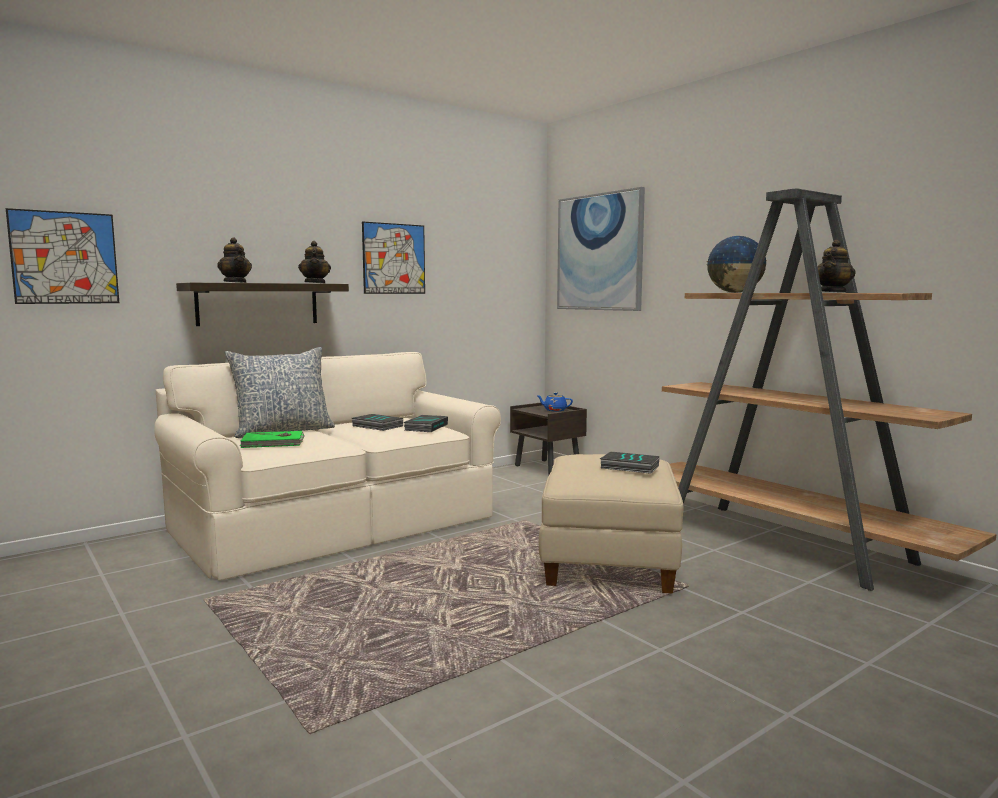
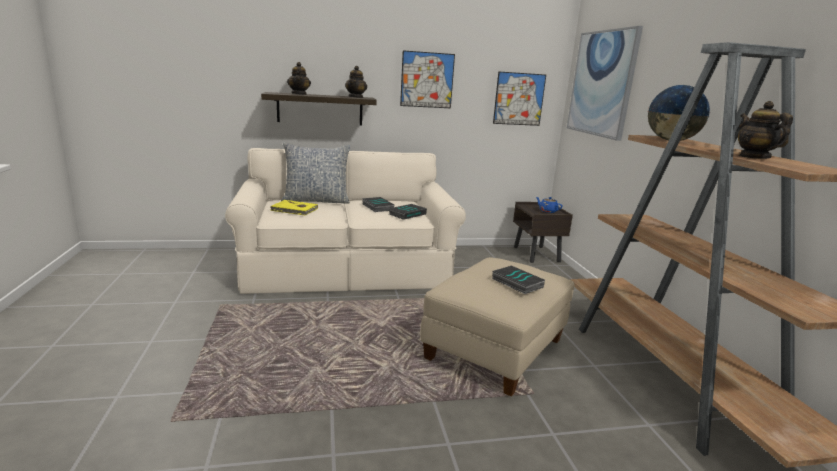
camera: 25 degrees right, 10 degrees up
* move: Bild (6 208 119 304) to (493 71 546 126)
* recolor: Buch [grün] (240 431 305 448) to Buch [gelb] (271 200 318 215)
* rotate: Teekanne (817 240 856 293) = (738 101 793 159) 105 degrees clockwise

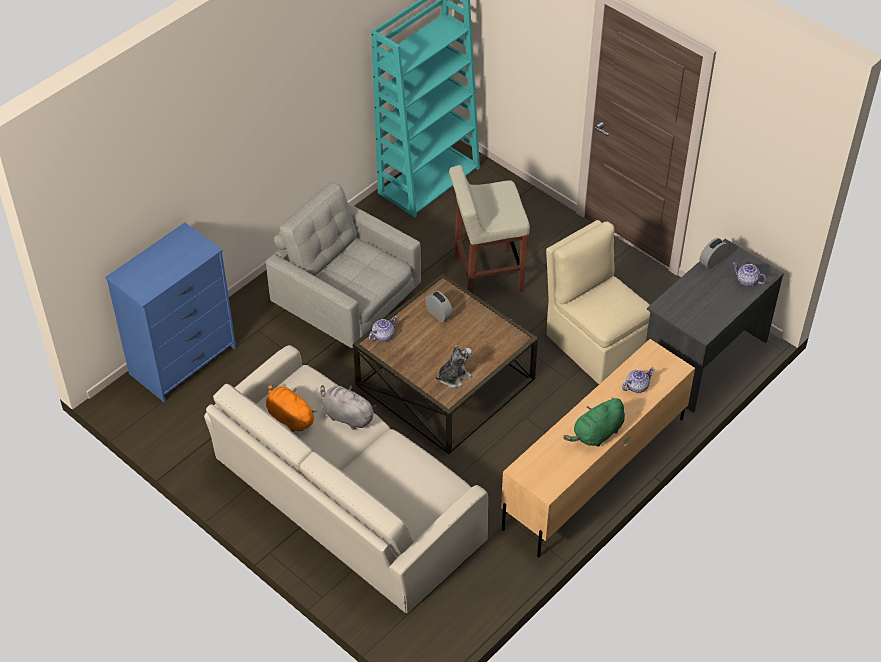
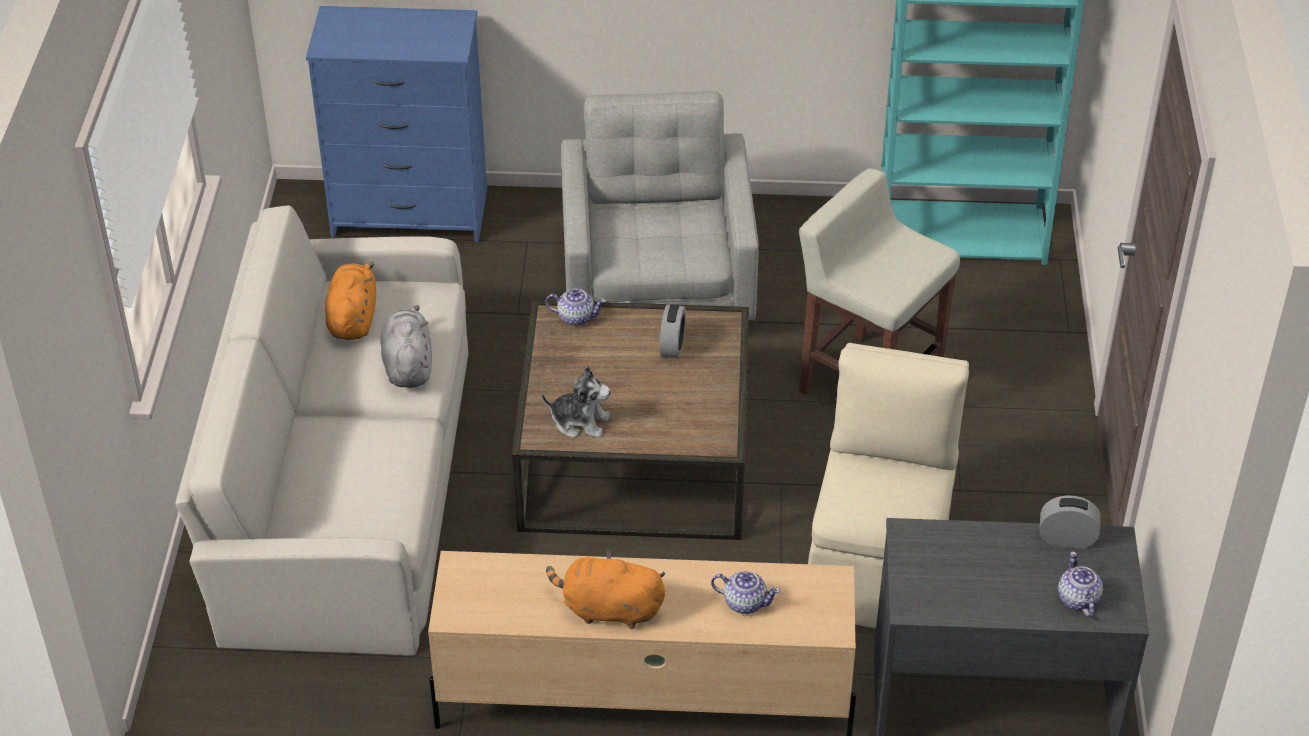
camera: 50 degrees right, 5 degrees down
* recolor: Plüschtier [grün] (563 398 625 447) to Plüschtier [orange] (546 550 665 629)

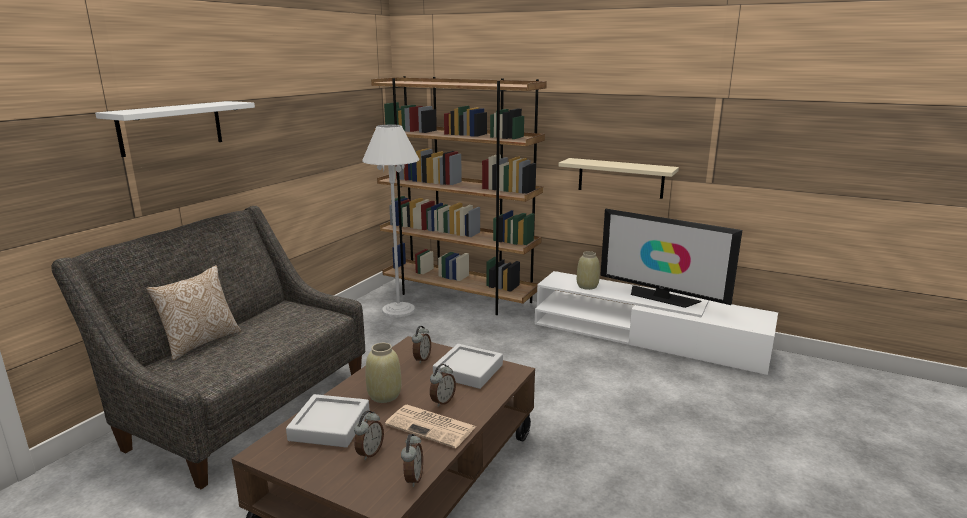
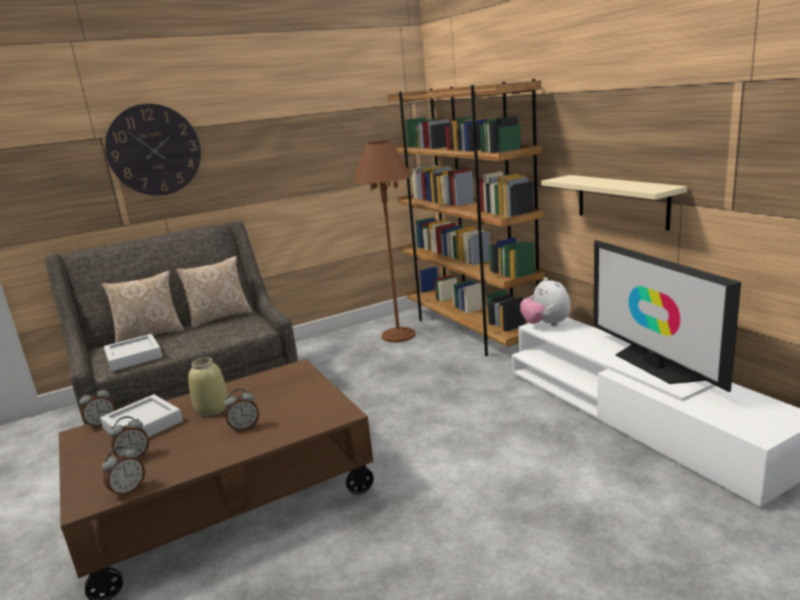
camera: 35 degrees right, 0 degrees up
* delete: Zeitung (385 405 476 448)
* delete: Vase [beige] (577 251 600 290)
* insert: Kissen (176 256 253 328)
* insert: Plüschtier (520 277 571 326)
* move: Wecker (412 326 431 364) to (79 387 115 429)
* move: Tablett [grau] (433 344 503 389) to (104 334 162 371)
* replace: Wandregal [weiß] (95 101 255 157) to Wanduhr (105 104 201 196)
* recolor: Stehlampe [weiß] (362 124 420 317) to Stehlampe [braun] (353 141 416 342)

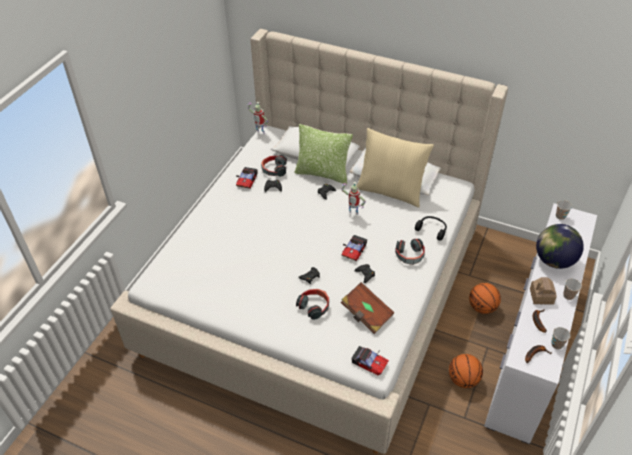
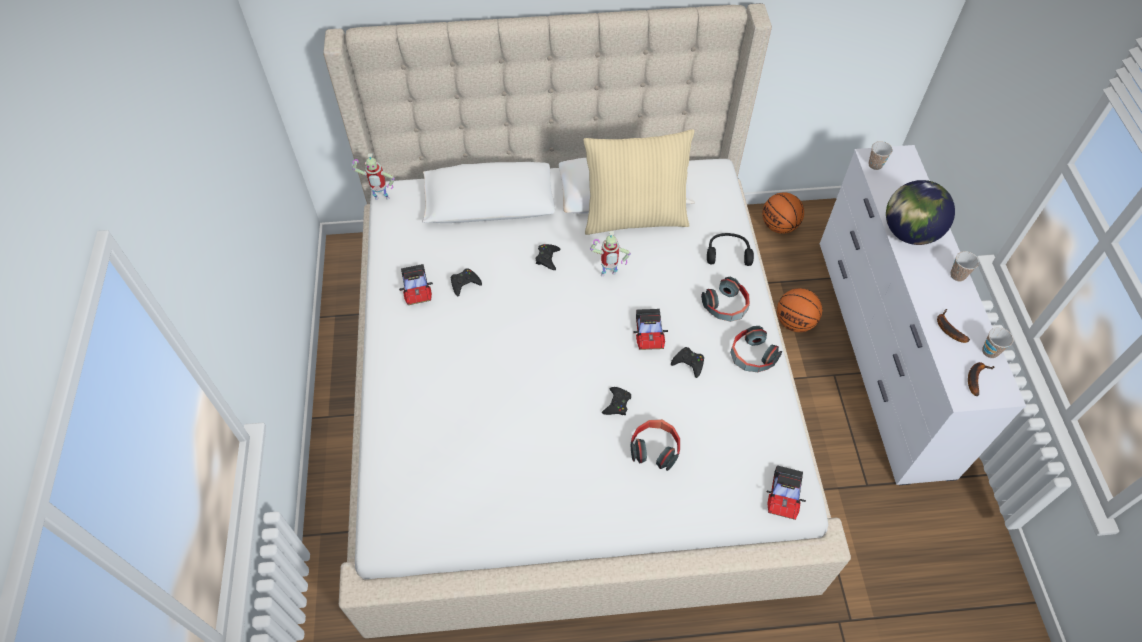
camera: 30 degrees left, 10 degrees up
* delete: Kissen (294 124 353 184)
* delete: Buch [braun] (341 282 395 334)
* delete: Spielzeughaus (530 277 556 304)
* move: Kopfhörer (261 155 287 177) to (730 326 782 372)
* move: Basketball (449 354 483 388) to (762 192 804 234)
* rotate: Spielzeugauto (351 346 389 375) = (767 465 806 520) 105 degrees clockwise

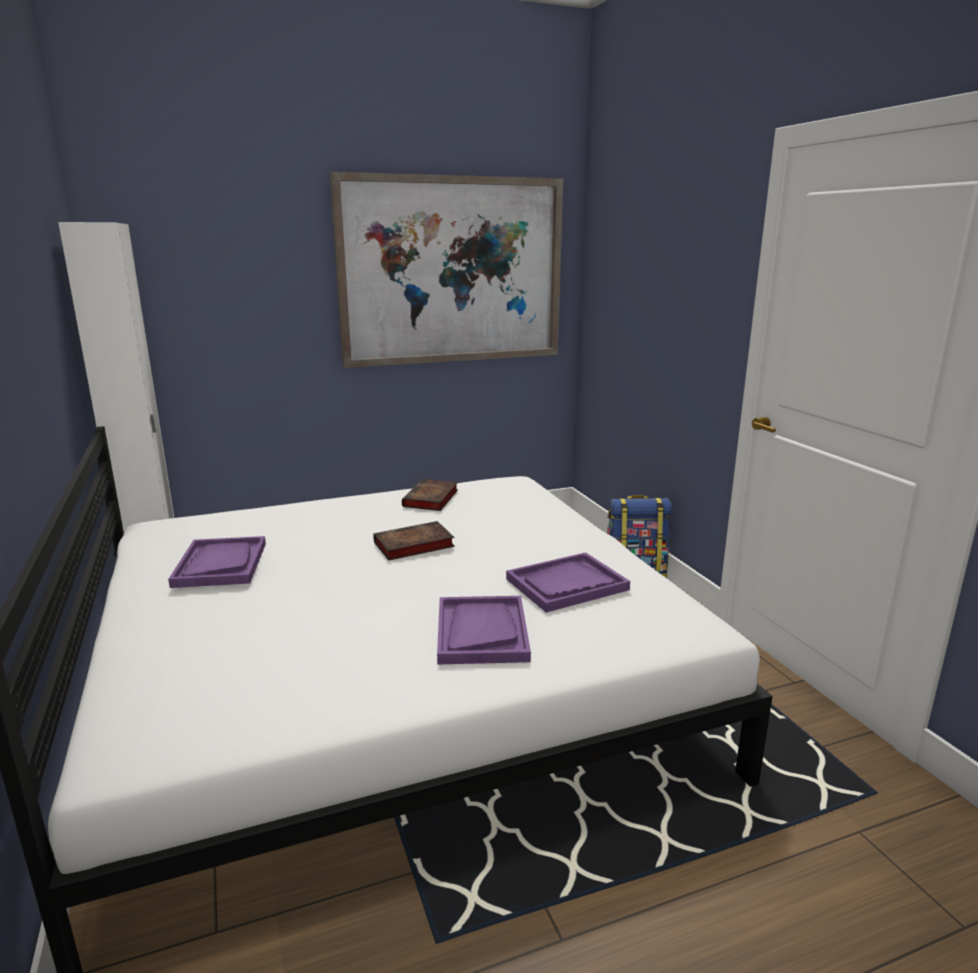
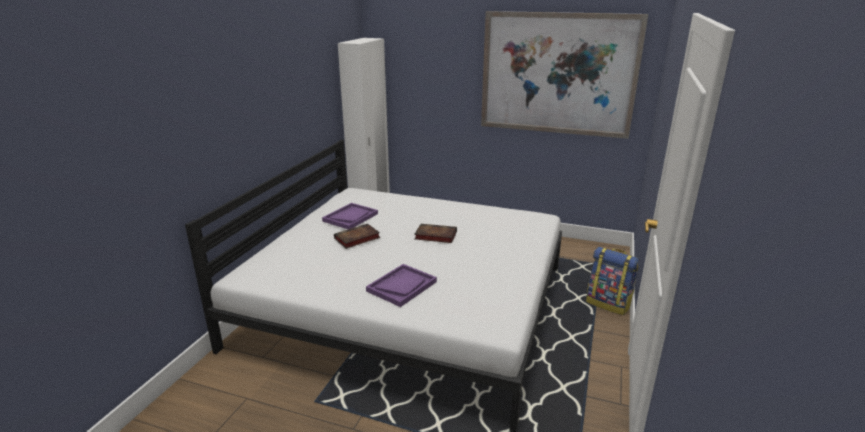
camera: 40 degrees right, 5 degrees up
* delete: Tablett [lila] (506 552 630 613)
* move: Buch (402 479 458 511) to (334 224 380 249)

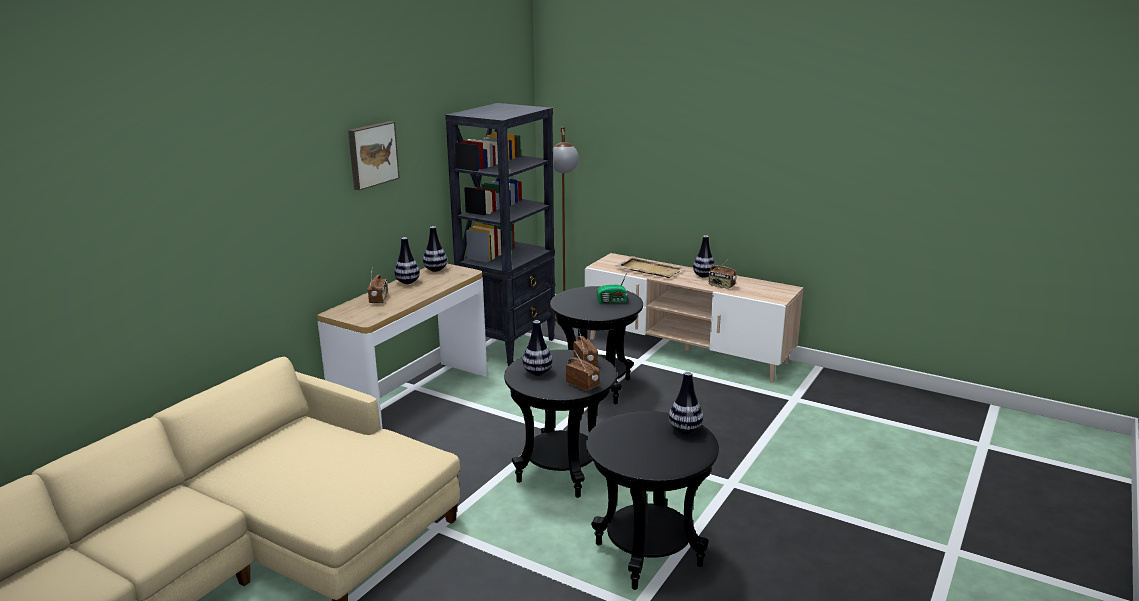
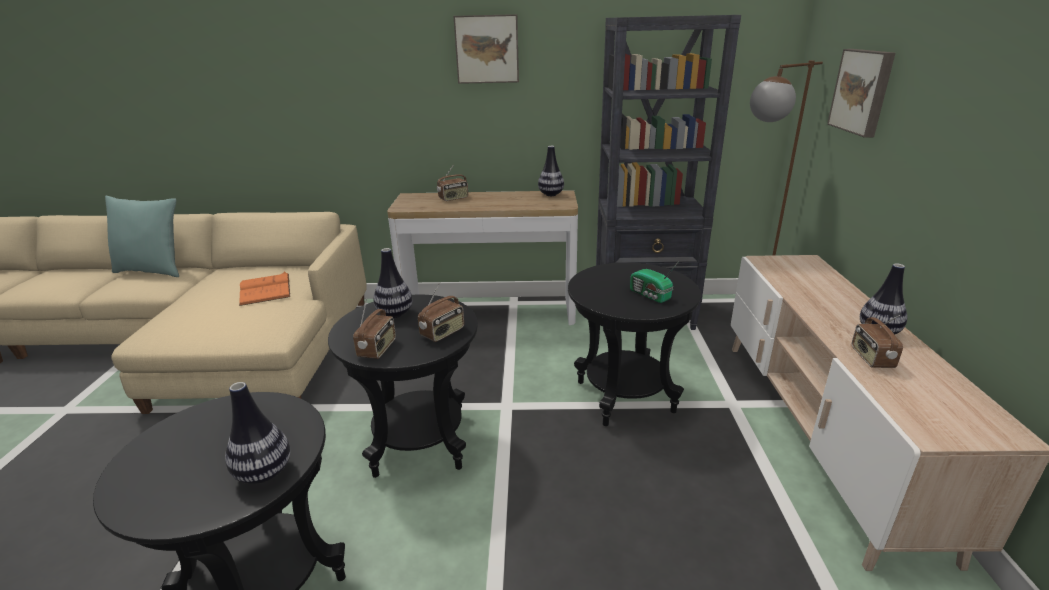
camera: 60 degrees right, 5 degrees up
* delete: Vase (394 237 420 284)
* delete: Tablett [beige] (615 256 686 278)
* insert: Kissen [türkis] (105 196 179 277)
* insert: Buch [orange] (239 271 290 306)
* insert: Bild (827 49 895 138)

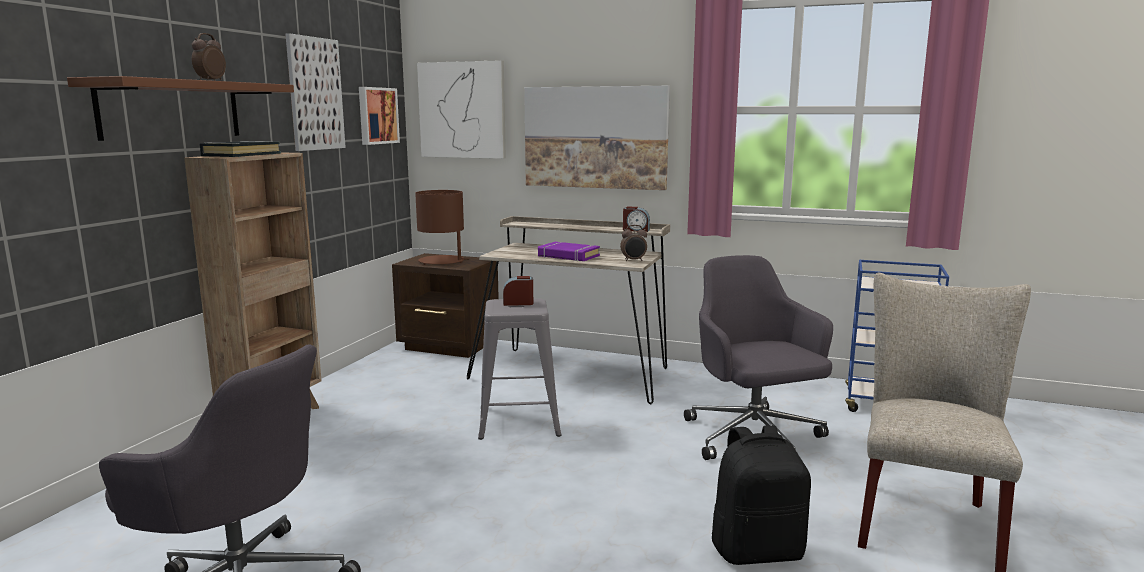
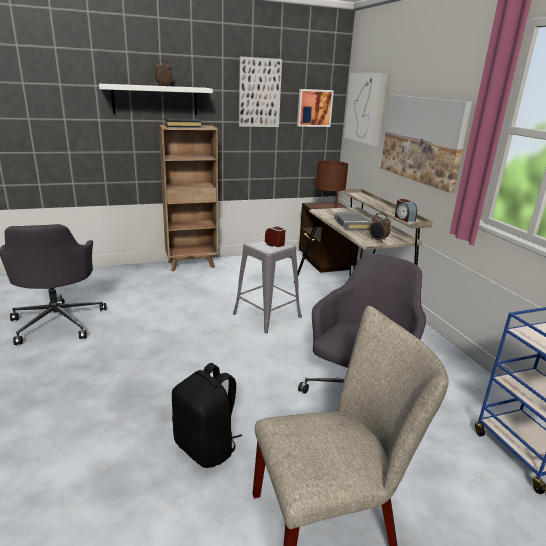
camera: 50 degrees right, 10 degrees up
* recolor: Wandregal [braun] (67 76 294 141) to Wandregal [weiß] (99 84 213 115)
* recolor: Buch [lila] (538 242 600 261) to Buch [grau] (335 212 371 231)

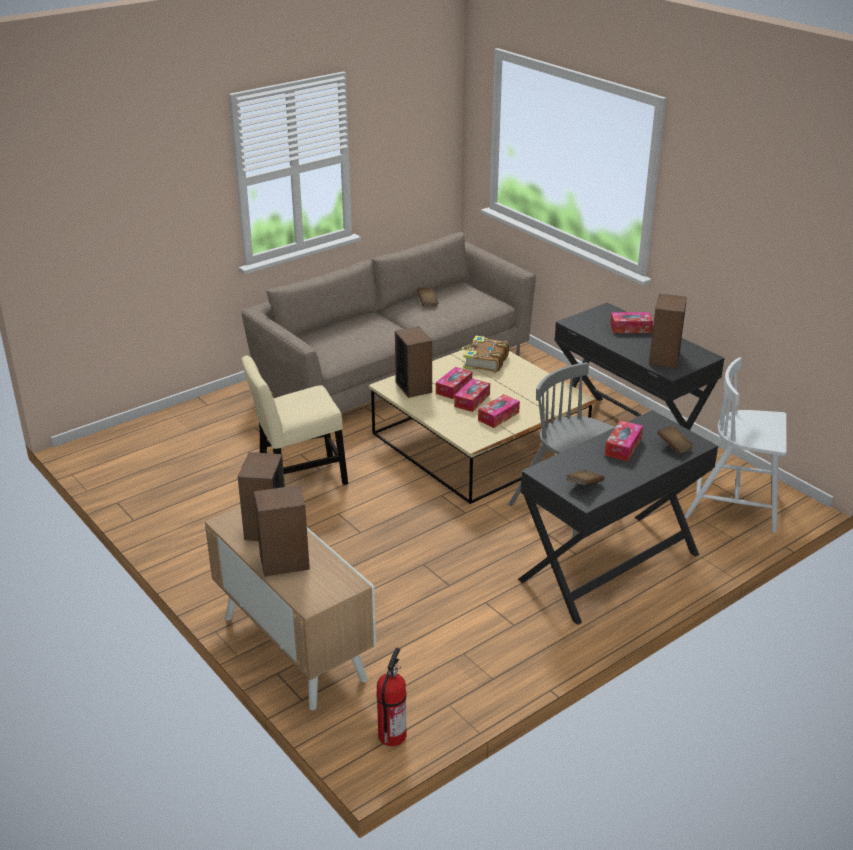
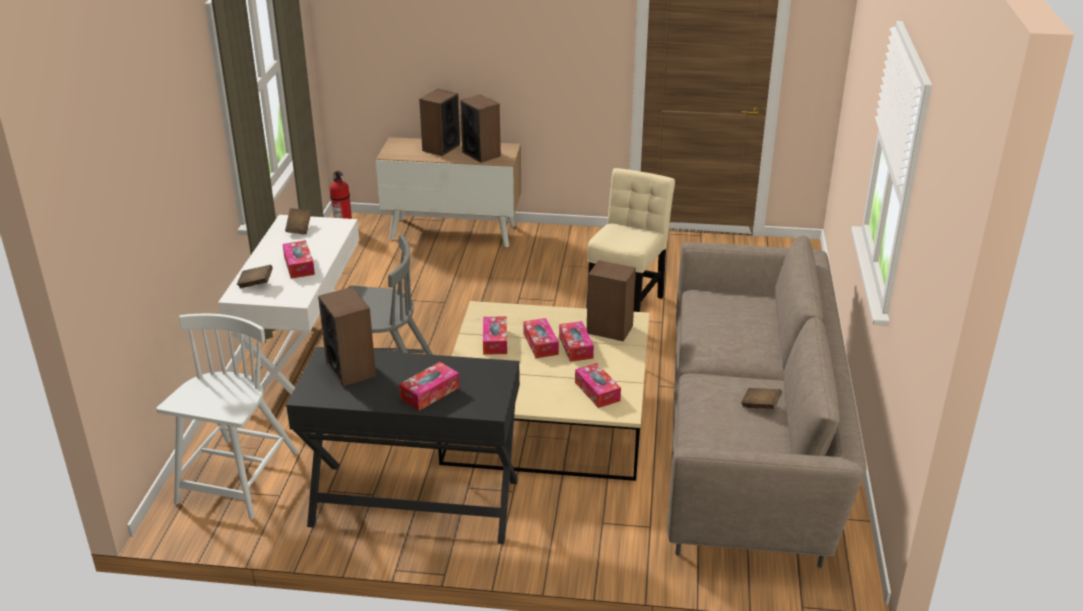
camera: 135 degrees right, 0 degrees up
* replace: Buch (462 336 509 373) to Taschentuchbox (575 363 621 408)
* recolor: Schreibtisch [schwarz] (518 410 718 625) to Schreibtisch [weiß] (218 215 359 395)
* rotate: Stuhl [weiß] (684 357 787 533) = (156 314 299 519) 45 degrees counterclockwise

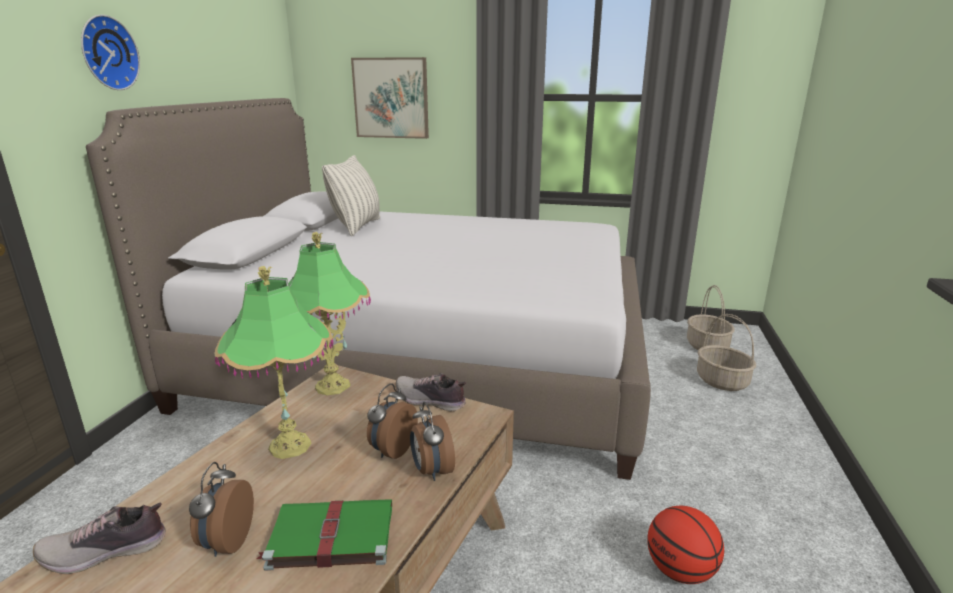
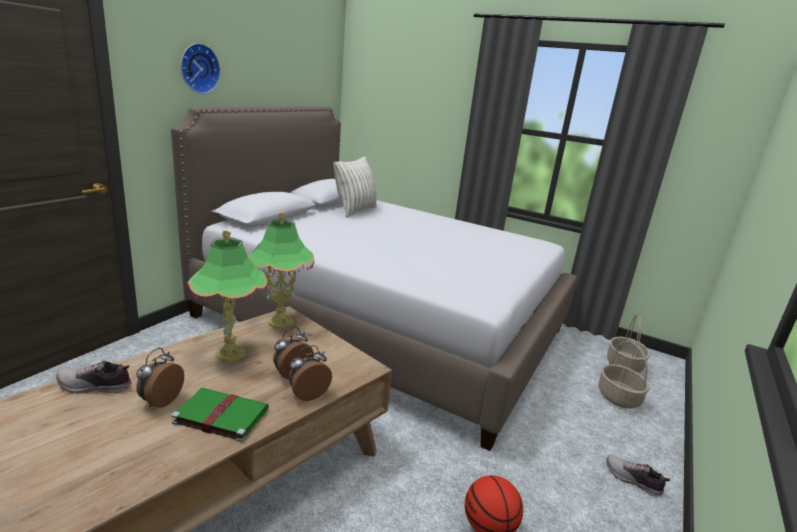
camera: 15 degrees right, 0 degrees up
* delete: Bild (351 57 429 139)
* move: Schuh (395 373 466 412) to (606 454 670 497)
* rotate: Wecker (410 402 455 481) = (289 345 332 401) 60 degrees clockwise

